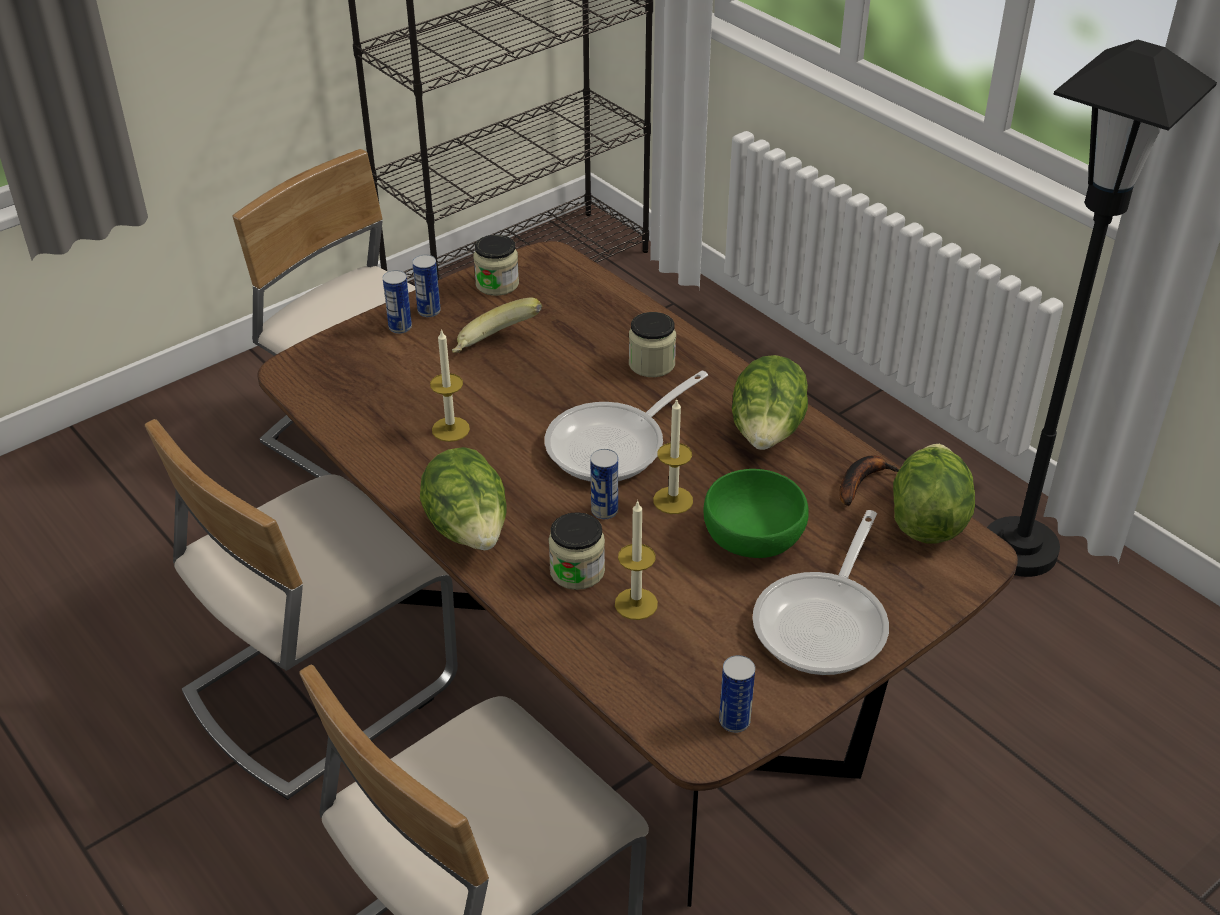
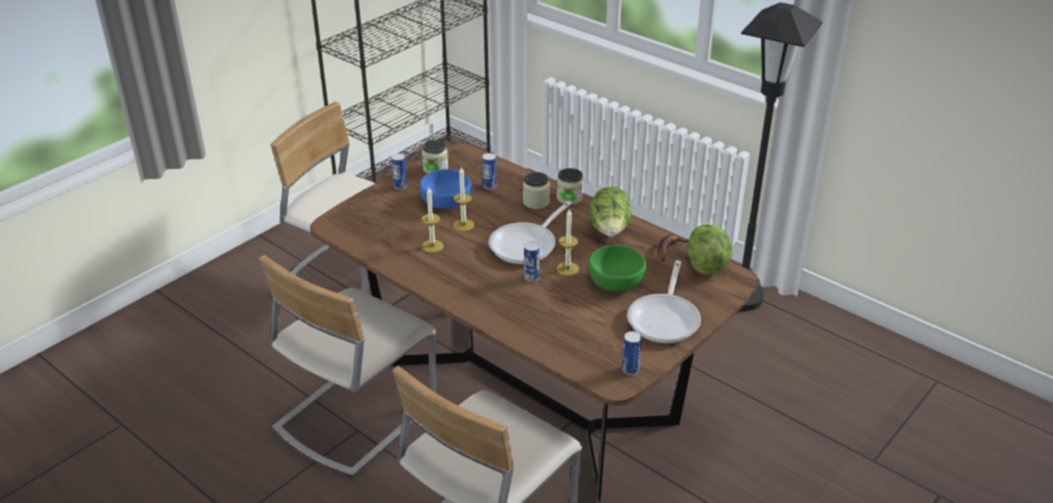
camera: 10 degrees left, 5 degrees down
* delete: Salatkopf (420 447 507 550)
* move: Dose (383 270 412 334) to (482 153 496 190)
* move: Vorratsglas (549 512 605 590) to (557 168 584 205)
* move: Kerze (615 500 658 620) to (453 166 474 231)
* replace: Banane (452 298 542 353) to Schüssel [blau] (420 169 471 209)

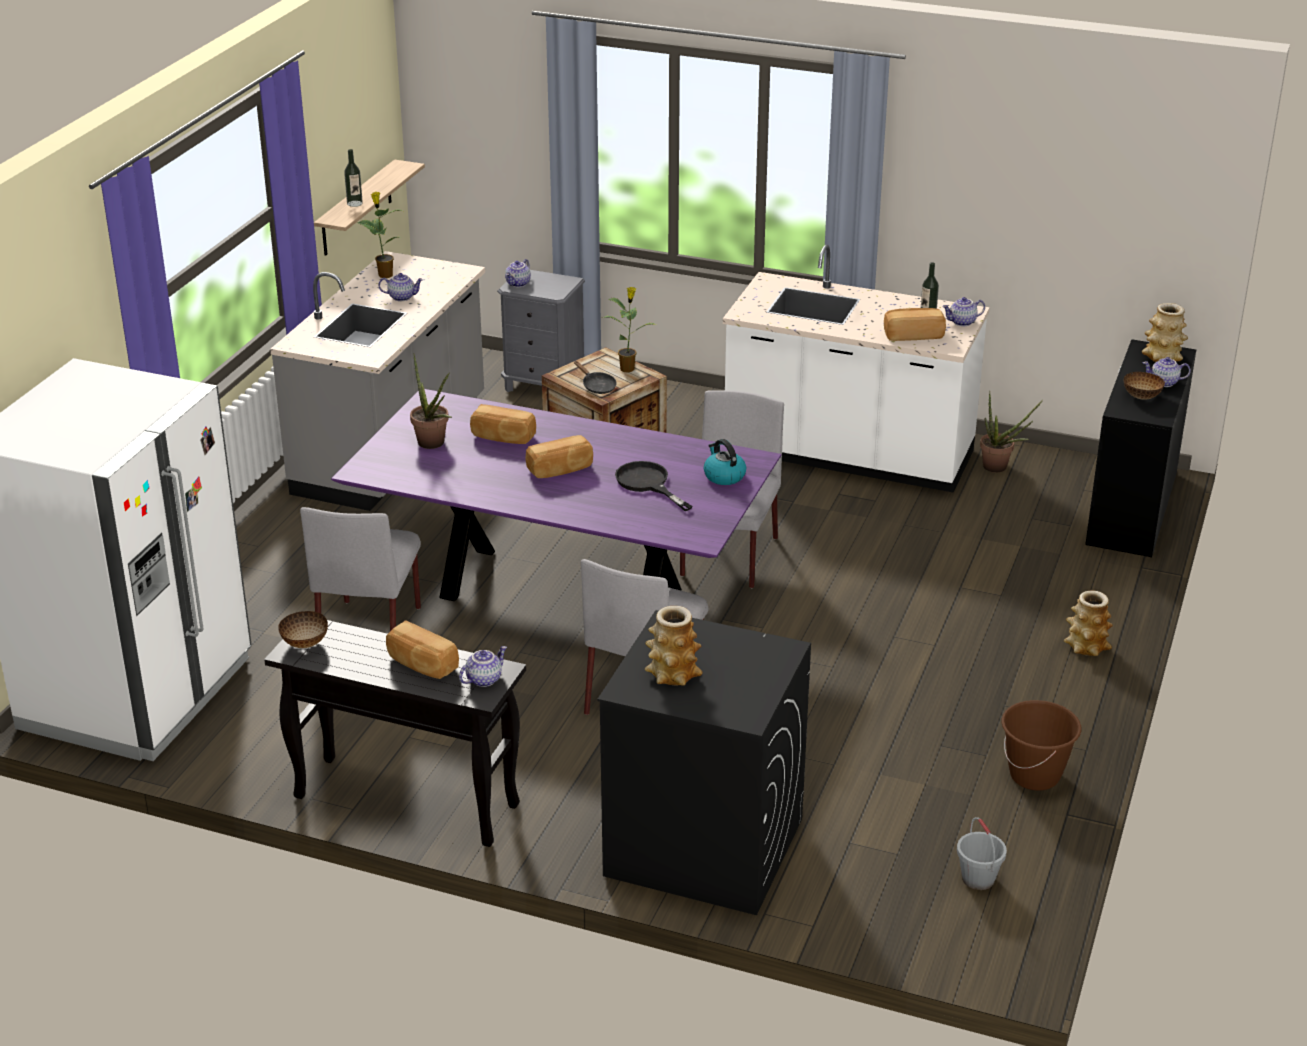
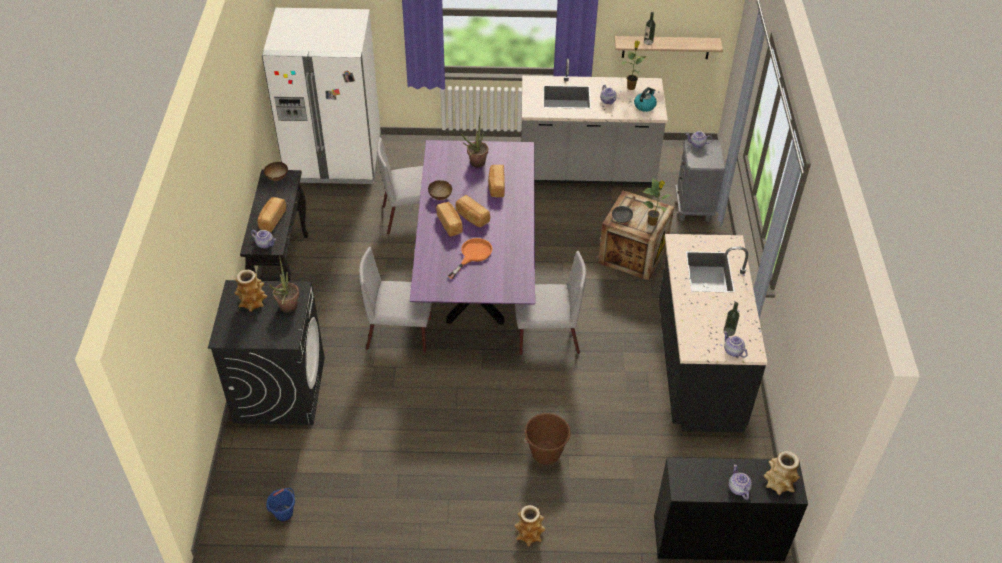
camera: 70 degrees right, 15 degrees up
* move: Wasserkessel (704 439 746 485) to (634 87 657 112)
* move: Brot (884 308 946 341) to (436 202 463 237)
* move: Topfpflanze (980 391 1043 473) to (269 256 299 313)
* move: Eimer [braun] (1002 700 1081 791) to (524 413 570 465)
* move: Schüssel (1124 372 1165 400) to (428 180 452 200)
* recolor: Pfanne [schwarz] (615 461 693 511) to Pfanne [orange] (448 238 492 279)
* recolor: Küchenzeile [weiß] (723 245 990 493) to Küchenzeile [schwarz] (659 234 767 432)
* recolor: Eimer [grau] (957 817 1007 890) to Eimer [blau] (266 488 295 521)

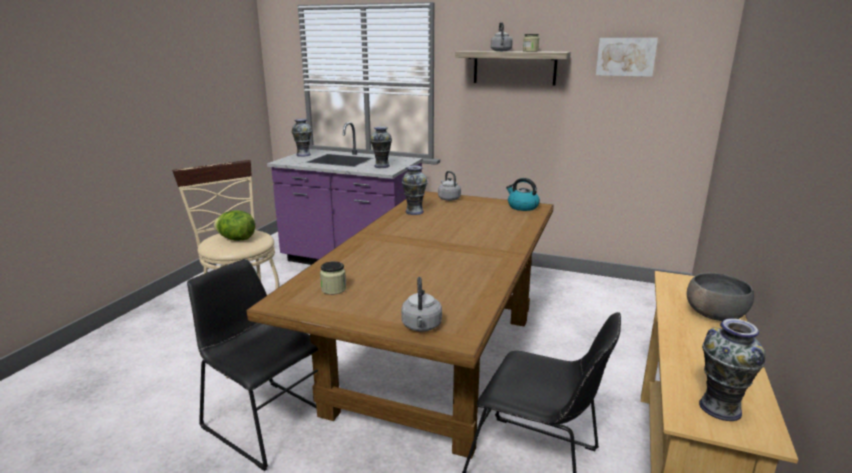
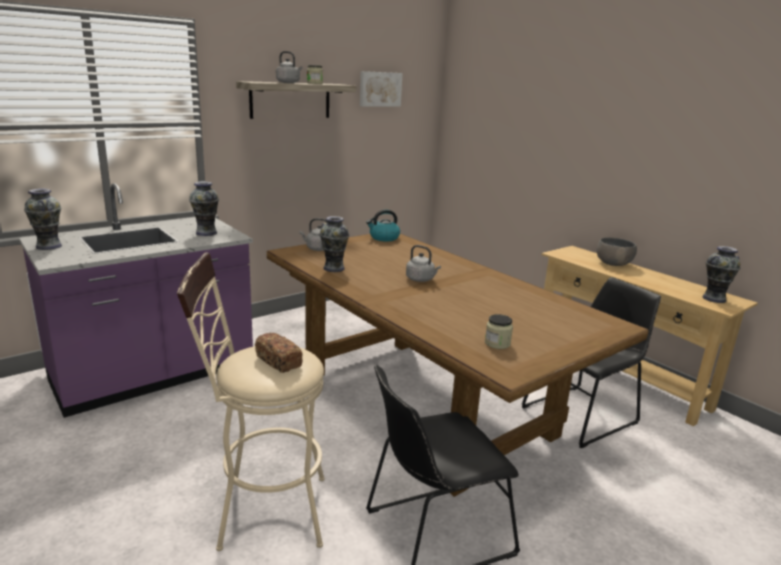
camera: 60 degrees left, 0 degrees up
* move: Wasserkessel [grau] (401 277 442 332) to (406 245 441 282)
* replace: Salatkopf (214 210 255 241) to Brot (255 333 303 373)

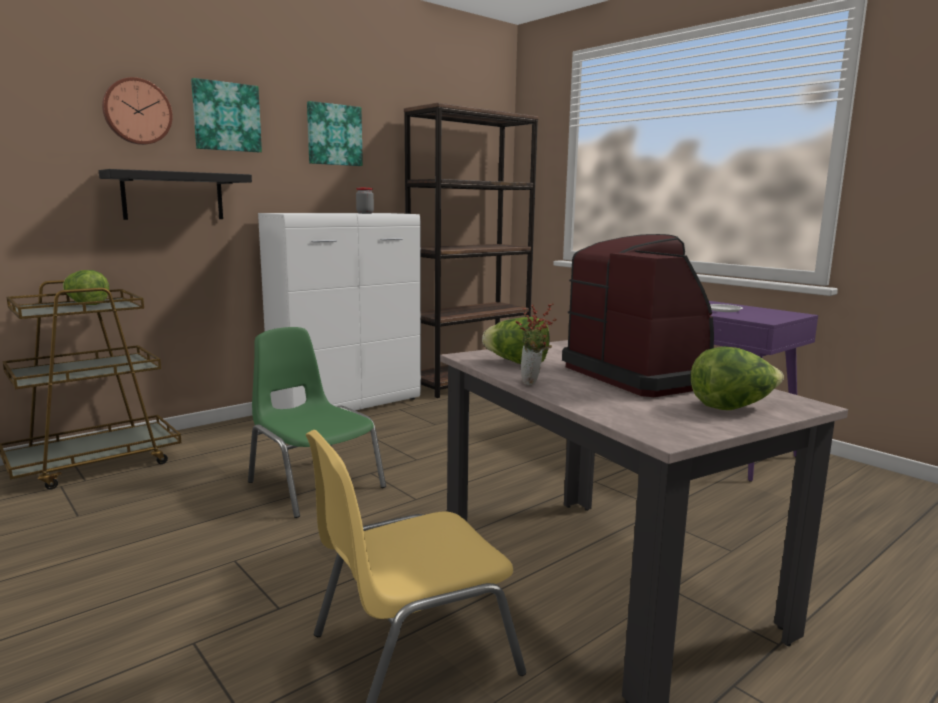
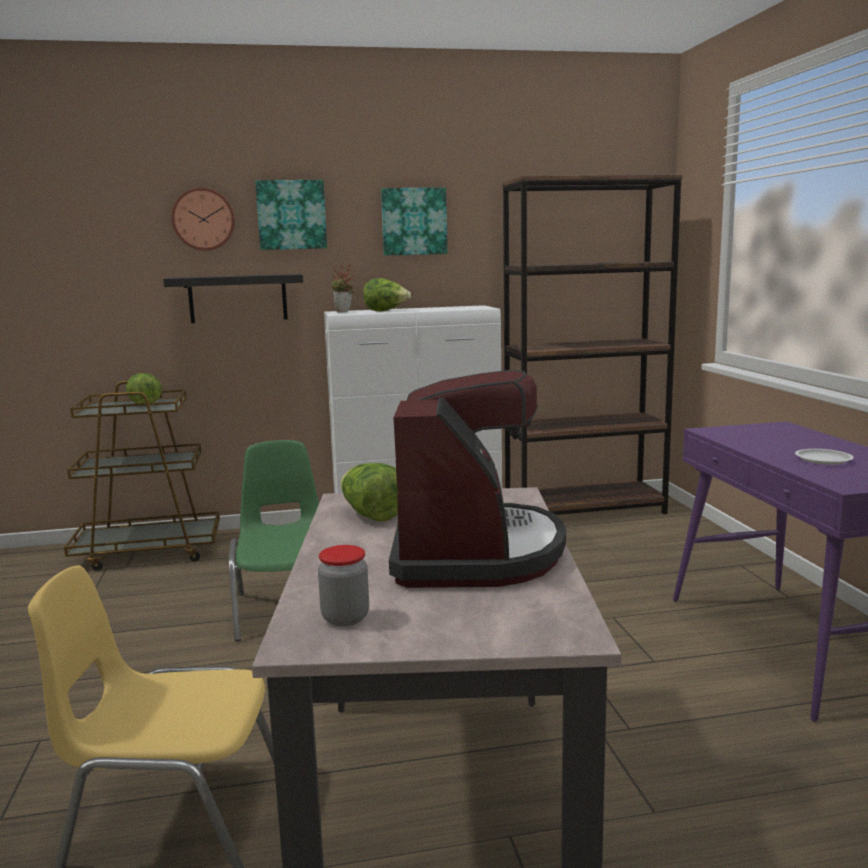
camera: 30 degrees right, 0 degrees up
* move: Vorratsglas (356 188 374 214) to (318 545 369 626)
* move: Topfpflanze (516 303 556 385) to (331 264 354 313)
* move: Salatkopf (691 346 784 410) to (363 278 411 312)

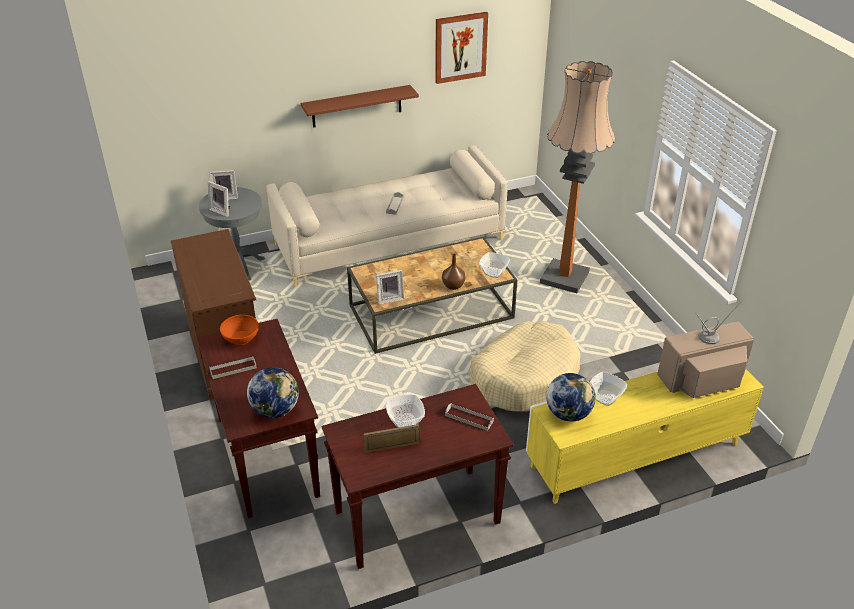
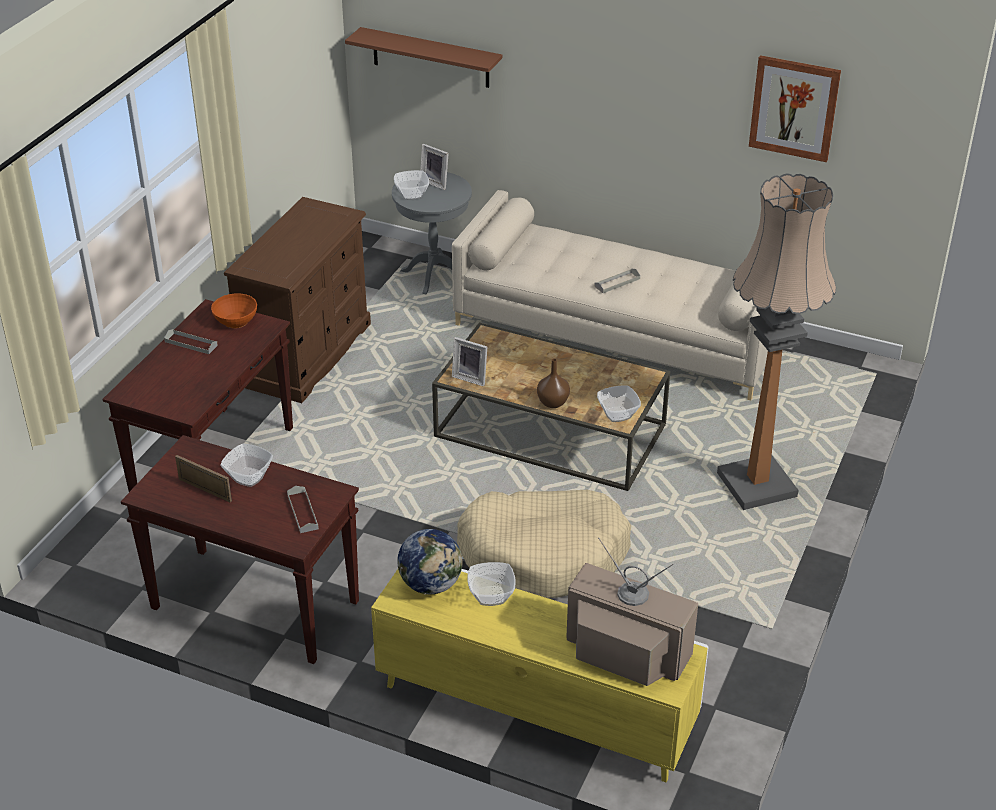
camera: 45 degrees right, 0 degrees up
* delete: Globus (247 367 299 418)
* move: Wandregal [braun] (301 85 419 127) to (345 27 502 88)
* replace: Bilderrahmen (208 181 230 217) to Schüssel (394 170 429 200)

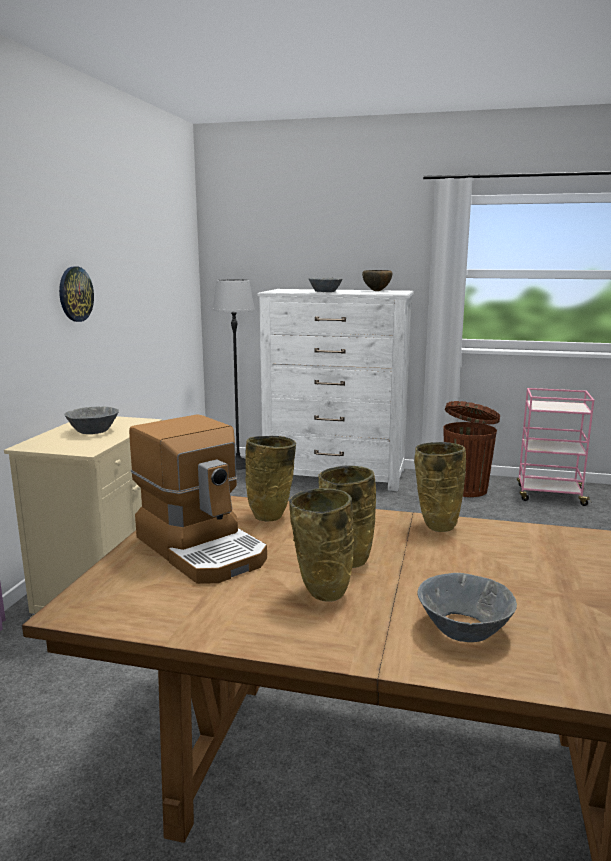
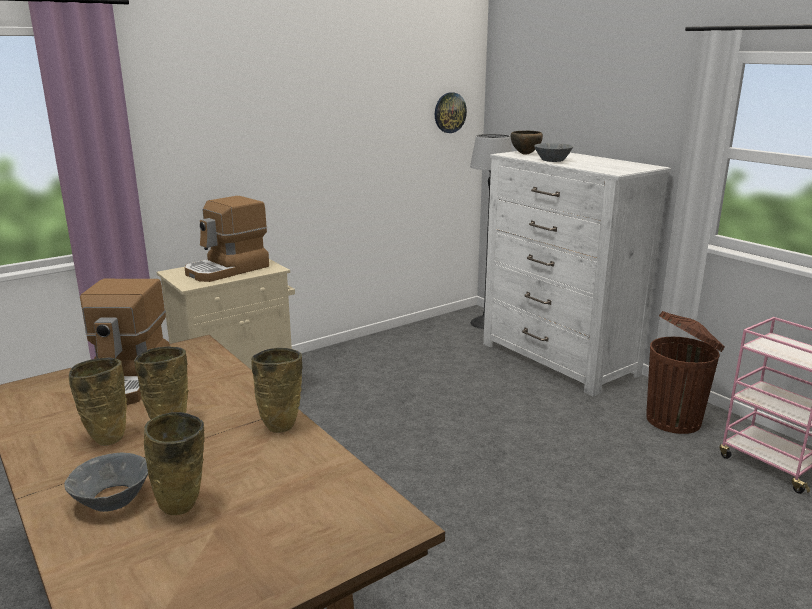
camera: 40 degrees right, 5 degrees up
* move: Wanduhr (59 267 94 322) to (435 92 467 133)
* move: Vase [beige] (245 436 296 521) to (144 412 205 515)
* move: Schüssel [braun] (362 270 392 291) to (511 131 543 155)
* replace: Schüssel [grau] (64 406 119 434) to Kaffeemaschine (185 196 269 282)

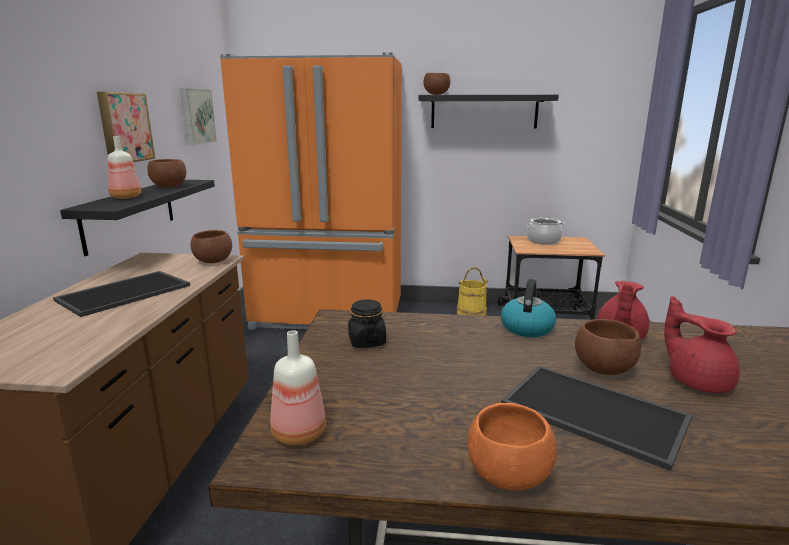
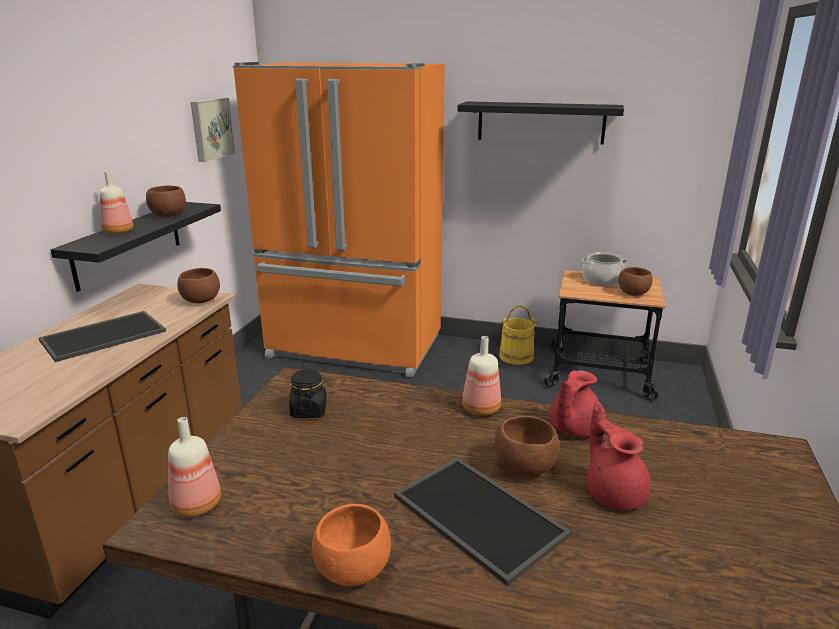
camera: 10 degrees right, 5 degrees up
* delete: Bild (97 92 155 162)
* move: Schüssel [braun] (423 73 450 95) to (618 267 653 296)
* replace: Wasserkessel (501 279 556 337) to Flasche (462 336 501 416)

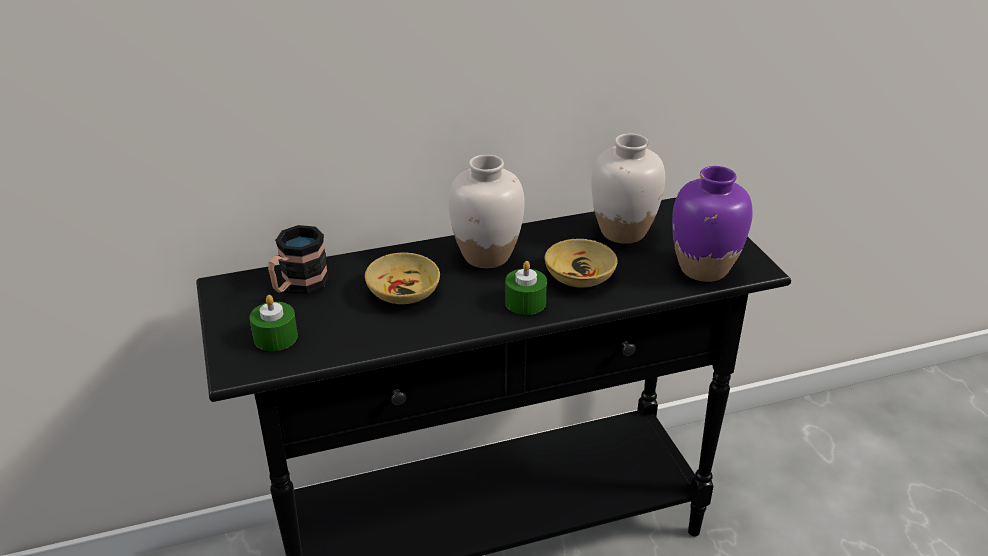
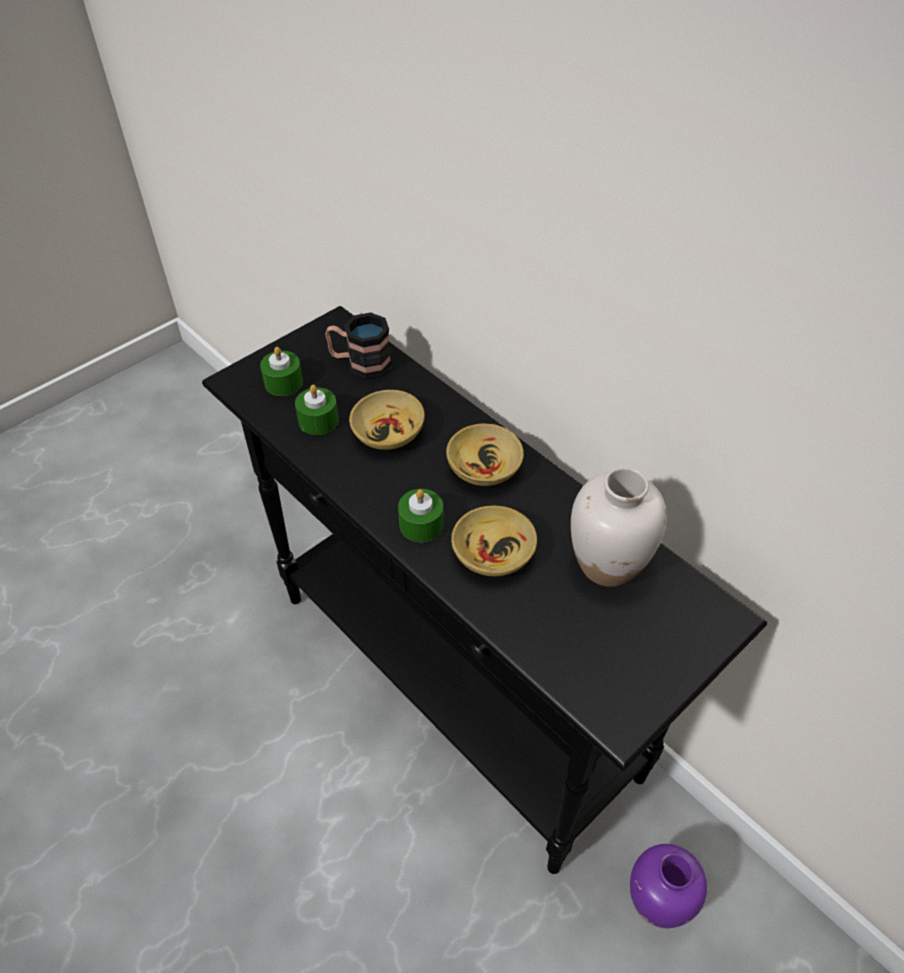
camera: 65 degrees right, 15 degrees up
* insert: Kerze [grün] (295 385 339 435)
* move: Vase [lila] (672 166 753 282) to (630 844 707 929)
* replace: Vase [weiß] (448 154 525 268) to Schüssel [beige] (446 423 524 486)

